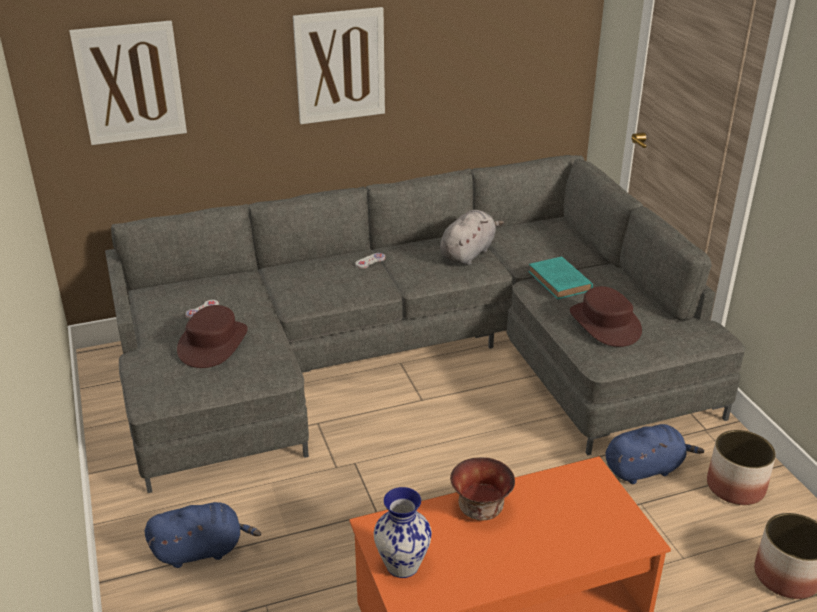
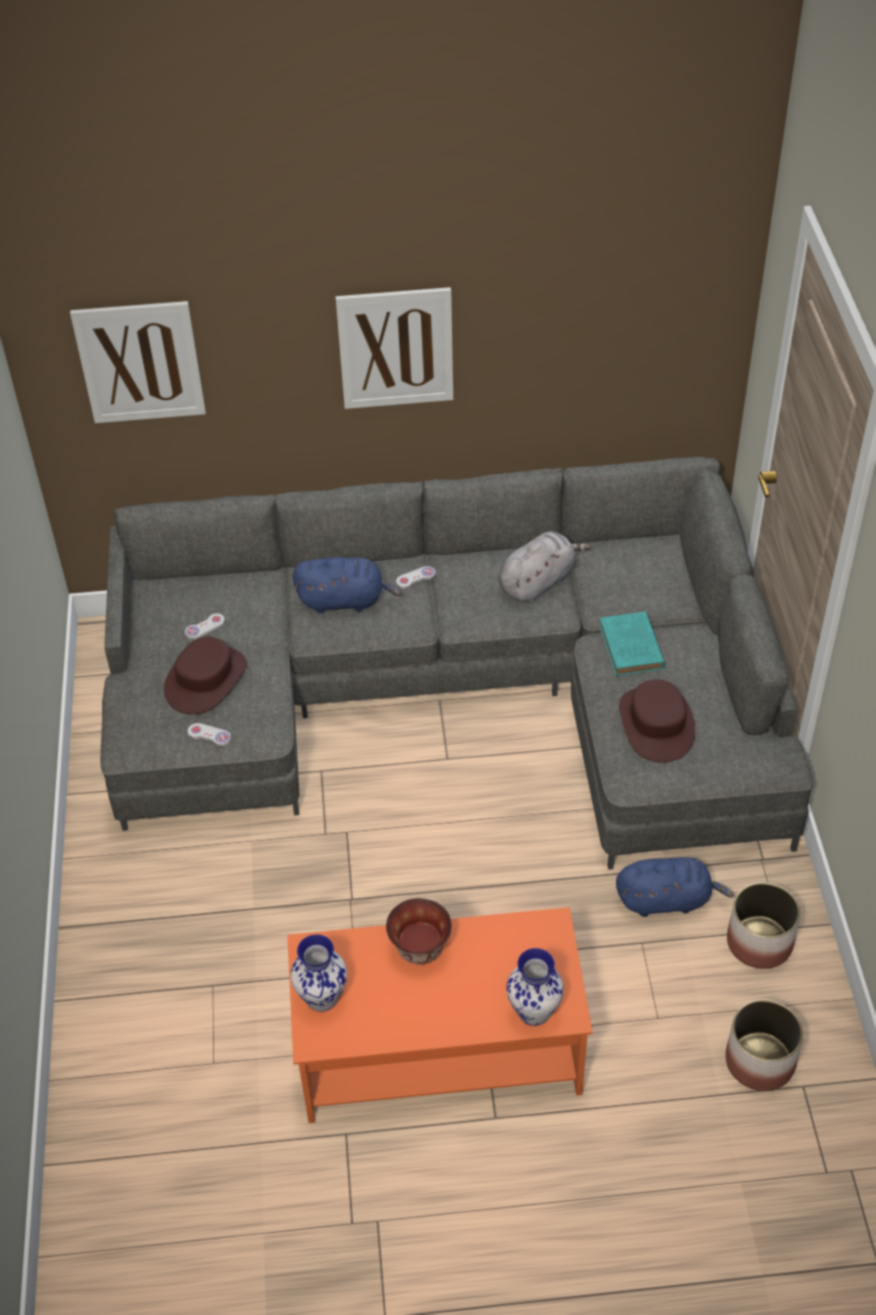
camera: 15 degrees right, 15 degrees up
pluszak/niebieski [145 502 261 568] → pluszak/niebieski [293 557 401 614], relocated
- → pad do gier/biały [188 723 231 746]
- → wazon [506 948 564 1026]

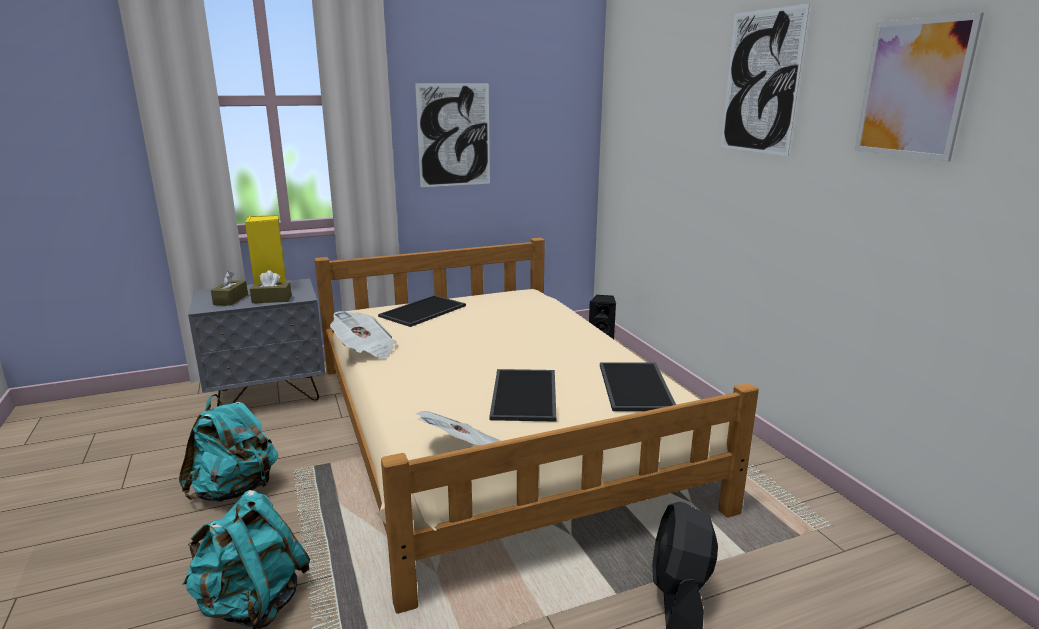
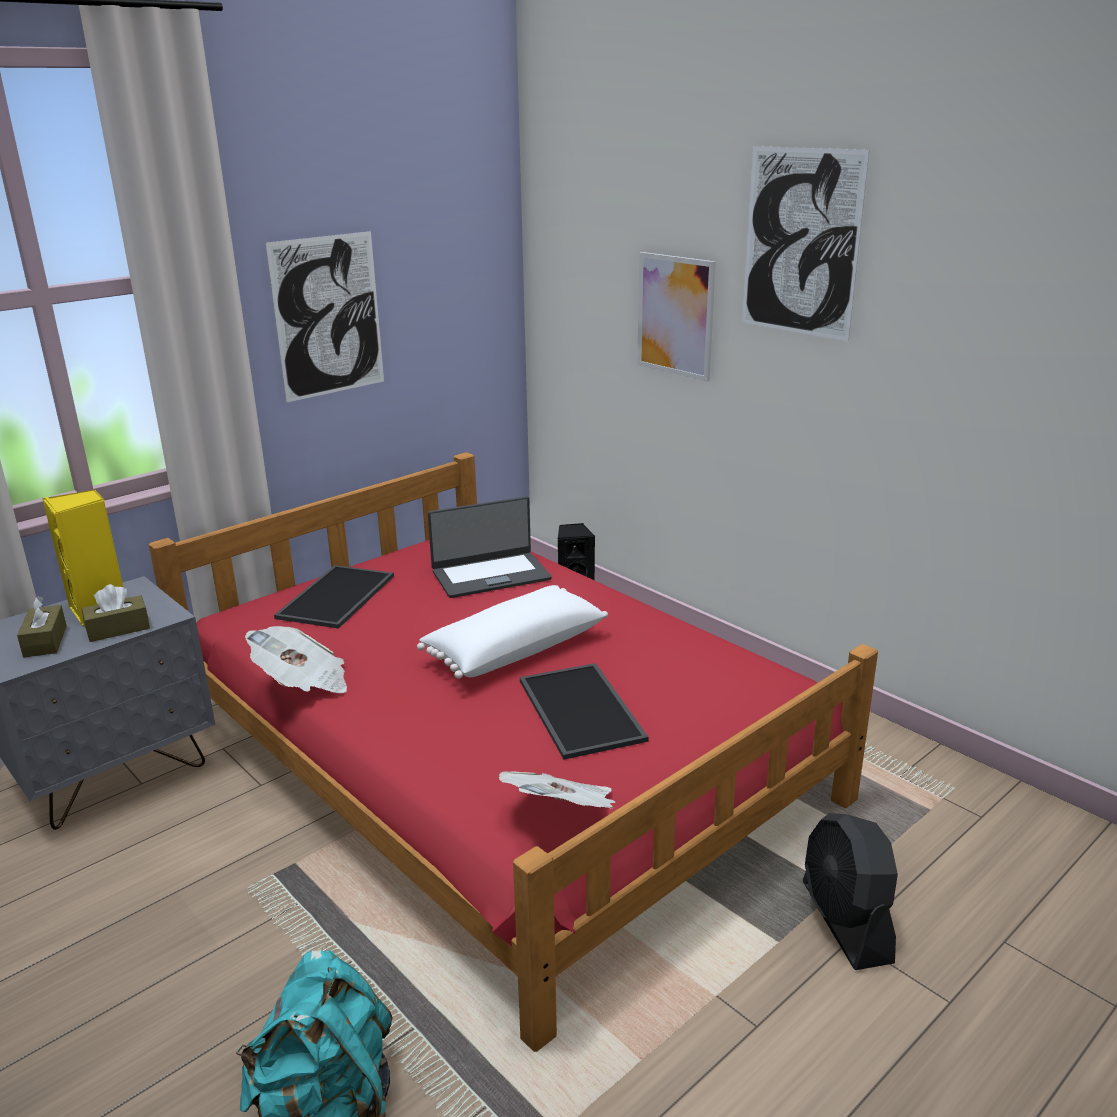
camera: 20 degrees left, 5 degrees up
plecak/turkusowy [179 394 278 502] → -
łóżko/beżowy [315 238 759 614] → łóżko/czerwony [149 452 878 1052]
taca [600 362 676 411] → -
obraz [854 12 984 161] → obraz [637 252 716 382], relocated
- → poduszka/biały [417 585 608 679]
- → laptop [428 496 552 598]

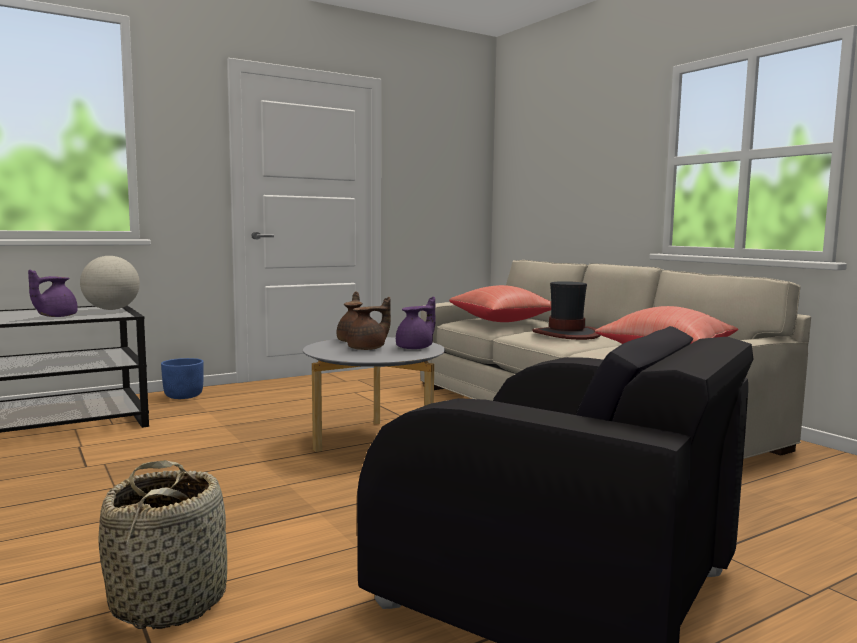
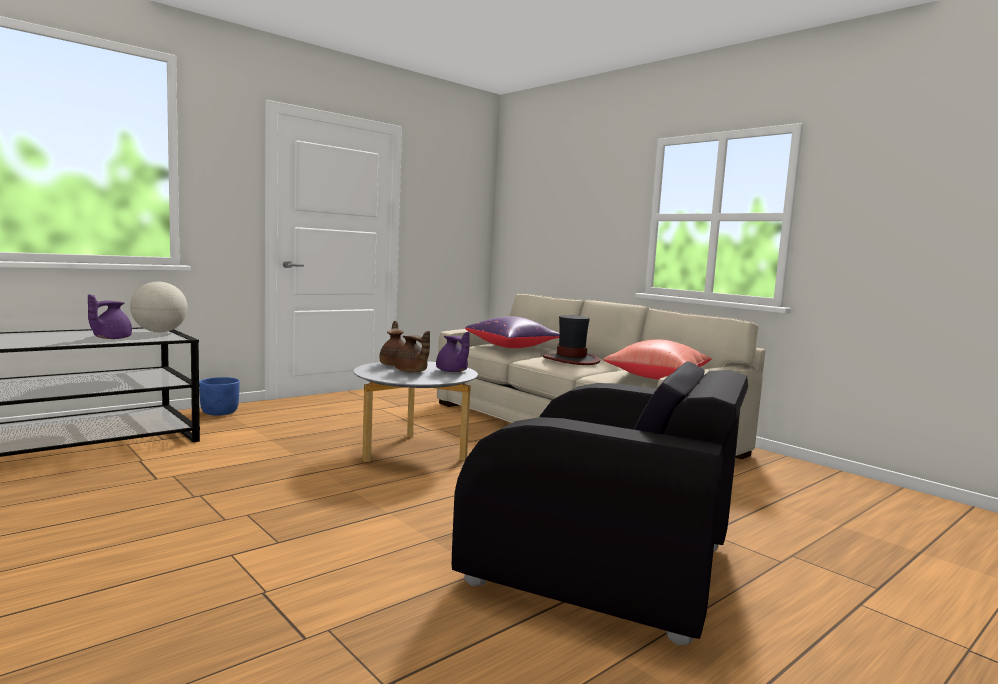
camera: 10 degrees left, 0 degrees up
koszyk [99 460 227 629] → -
imbryk/brązowy [347 297 391 350] → imbryk/brązowy [395 331 430 373], 90 degrees clockwise
imbryk/fioletowy [396 297 436 349] → imbryk/fioletowy [436 331 470 372], 105 degrees clockwise
poduszka/czerwony [449 285 551 322] → poduszka/fioletowy [465 316 559 348]

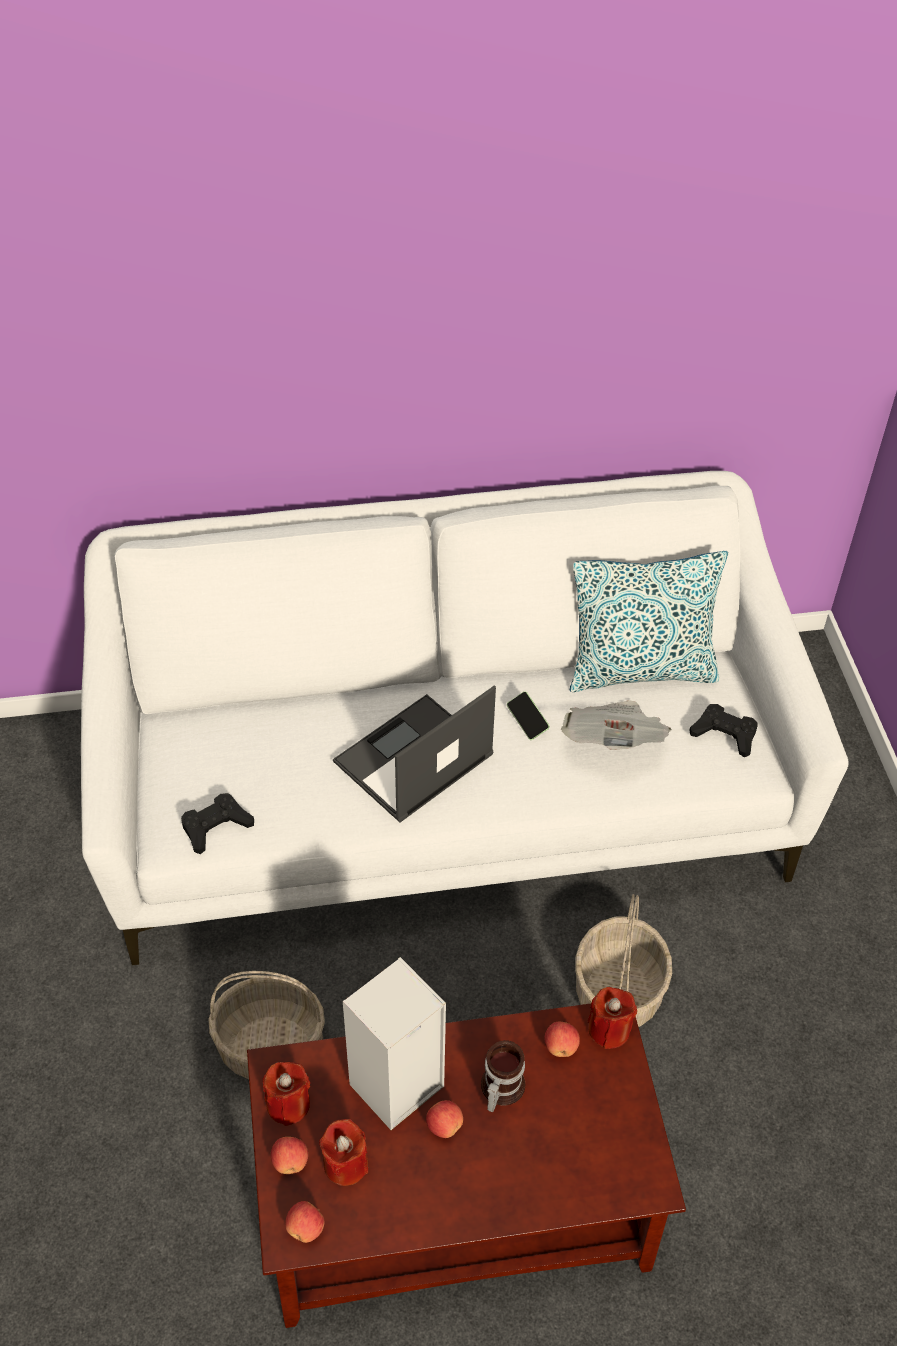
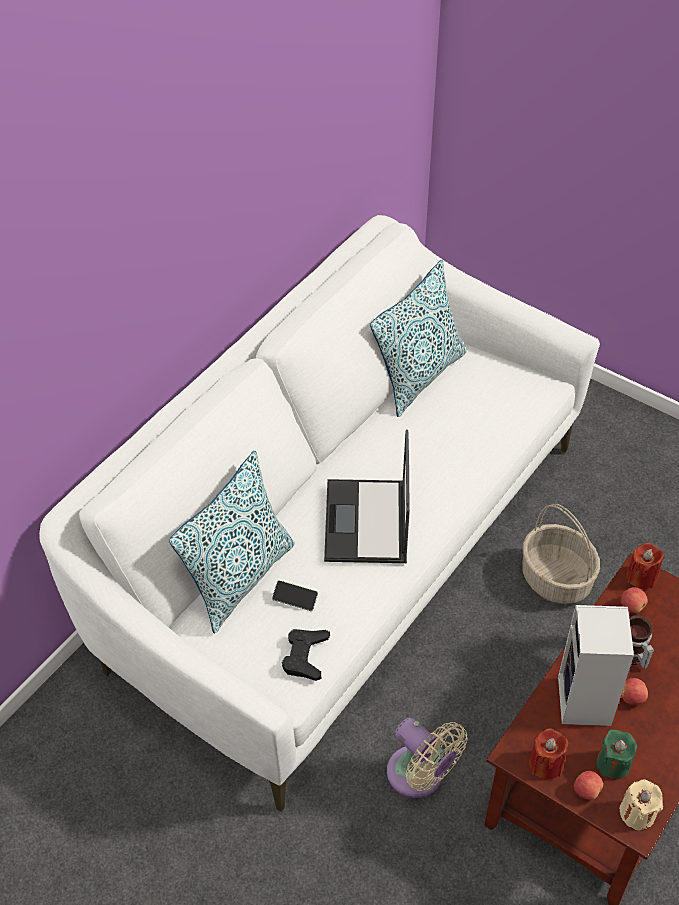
camera: 45 degrees left, 0 degrees up
koszyk [209 971 325 1079] → wentylator/beżowy [387 718 468 798]
jabłko [285 1201 324 1243] → świeca/beżowy [619 779 663 831]
świeca/czerwony [319 1119 368 1186] → świeca/zielony [596 729 637 780]
telefon [507 691 550 740] → telefon [272 580 318 611], relocated
gazeta [561 700 672 750] → -
pad do gier/czarny [689 704 757 758] → -
- → poduszka [169 450 295 633]

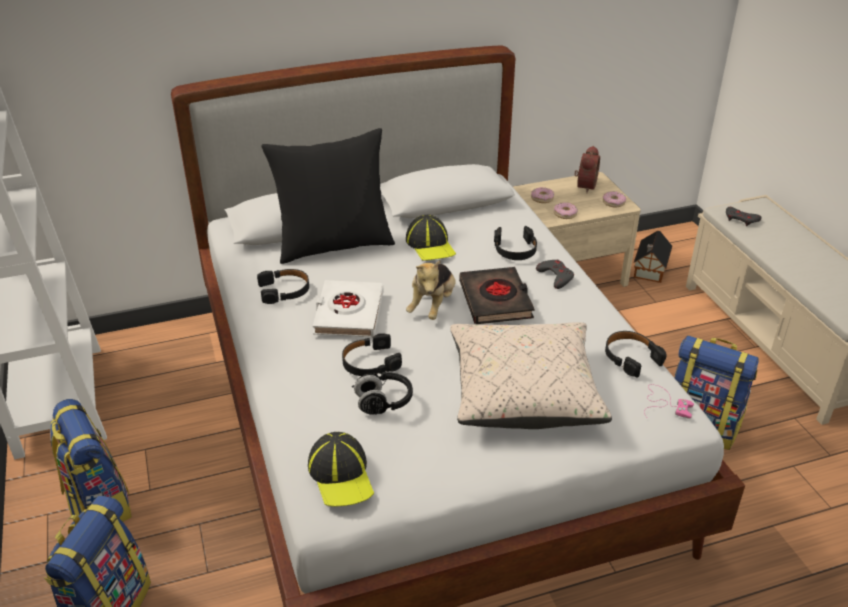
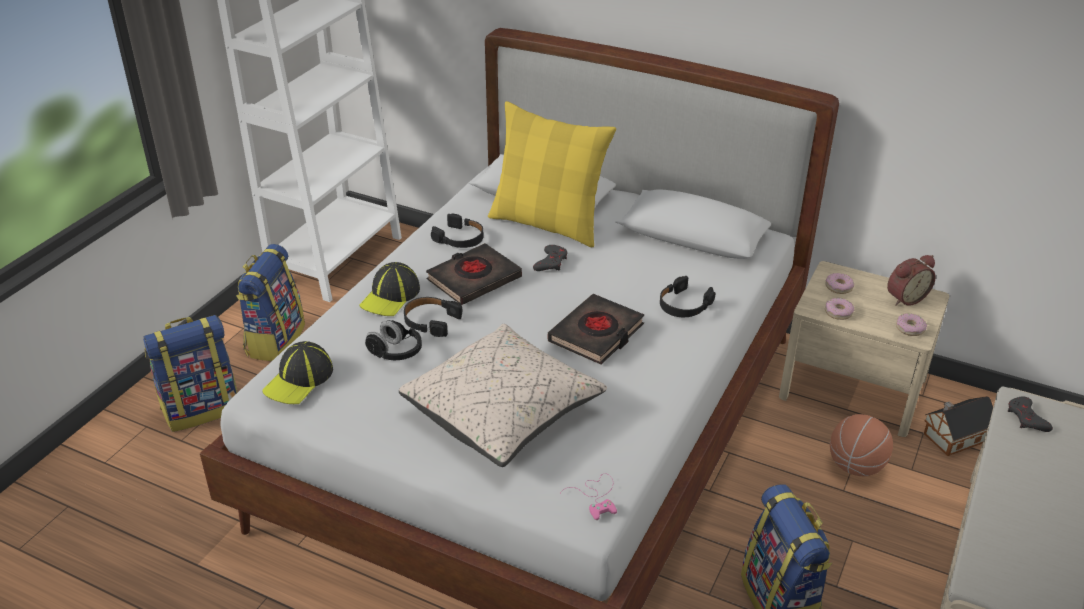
camera: 45 degrees right, 0 degrees up
poduszka/czarny [261 128 395 264] → poduszka/żółty [488 101 616 247]
książka/biały [313 280 383 338] → książka/czarny [426 243 522 305]
czapka z daszkiem [406 215 456 261] → czapka z daszkiem [359 262 420 316], relocated
pluszak [406 260 456 320] → -
pad do gier/szary [536 260 574 289] → pad do gier/szary [533 245 567 271], relocated
słuchawki/czarny [605 331 667 378] → -
- → piłka do koszykówki [830 414 893 476]

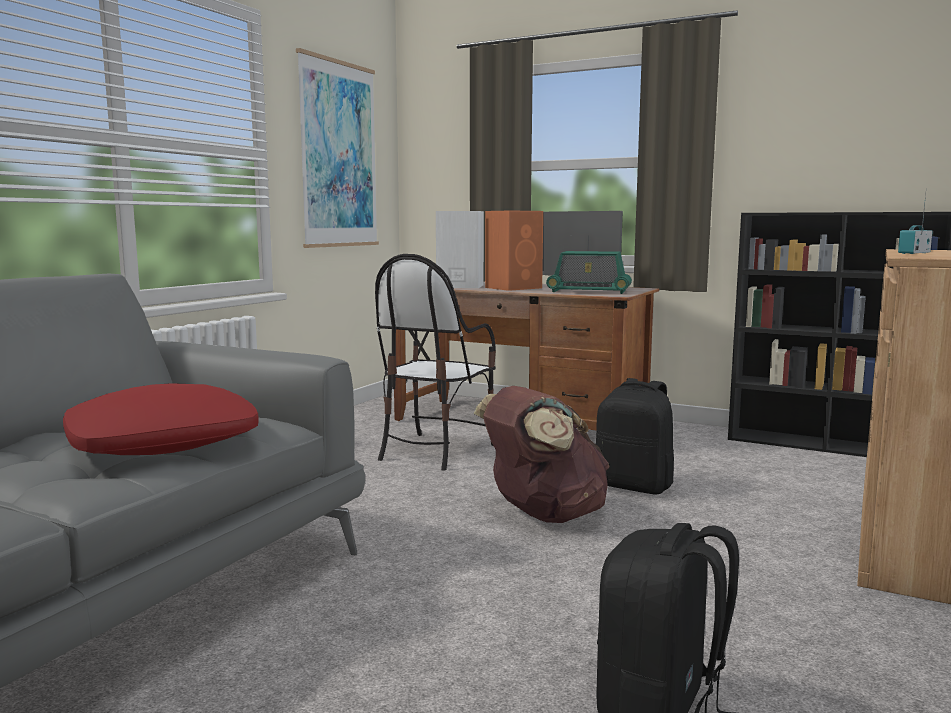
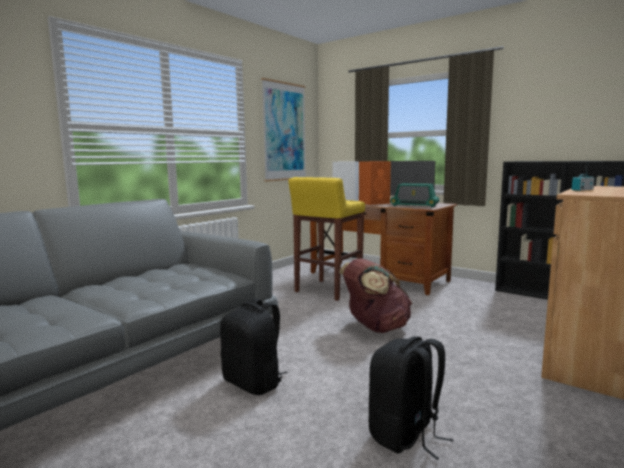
camera: 10 degrees right, 0 degrees up
poduszka/czerwony [63 383 259 455] → -
krzesło [375 254 496 471] → stołek/żółty [288 177 365 301]
plecak/czarny [596 378 674 495] → plecak/czarny [220 298 288 395], relocated

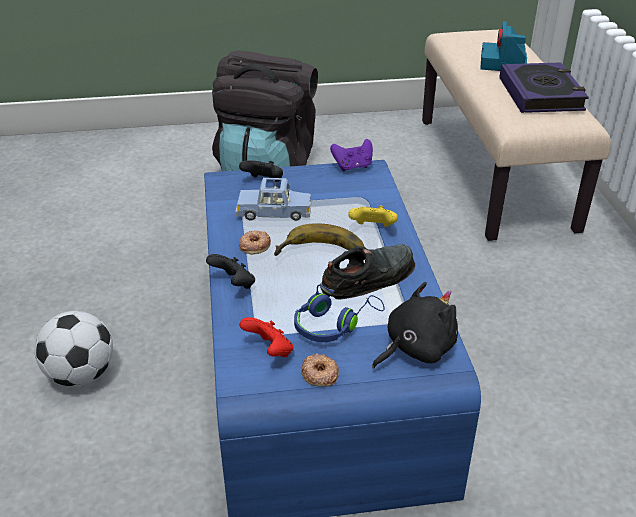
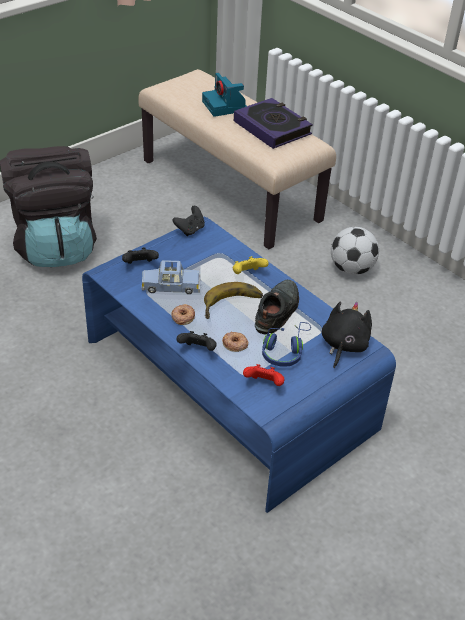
camera: 35 degrees left, 5 degrees up
piłka futbolowa [35 311 113 386] → piłka futbolowa [331 227 379 275], relocated
samochodzik/niebieski [235 178 311 221] → samochodzik/niebieski [142 260 201 294], 150 degrees counterclockwise
donut [301 353 339 387] → donut [222 331 249 352], relocated
pad do gier/fioletowy [330 139 373 172] → pad do gier/czarny [173 206 205 236]

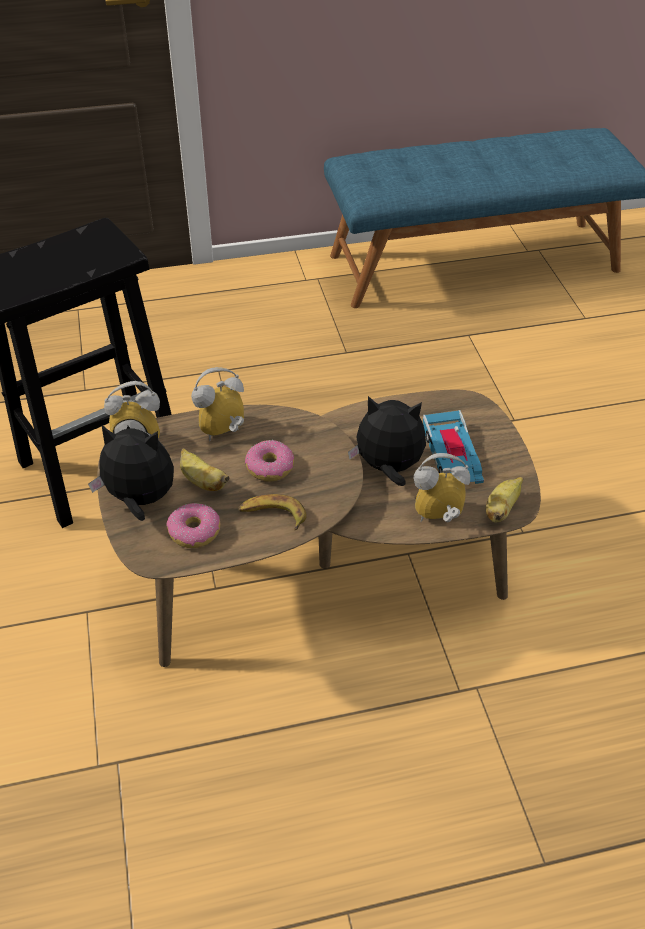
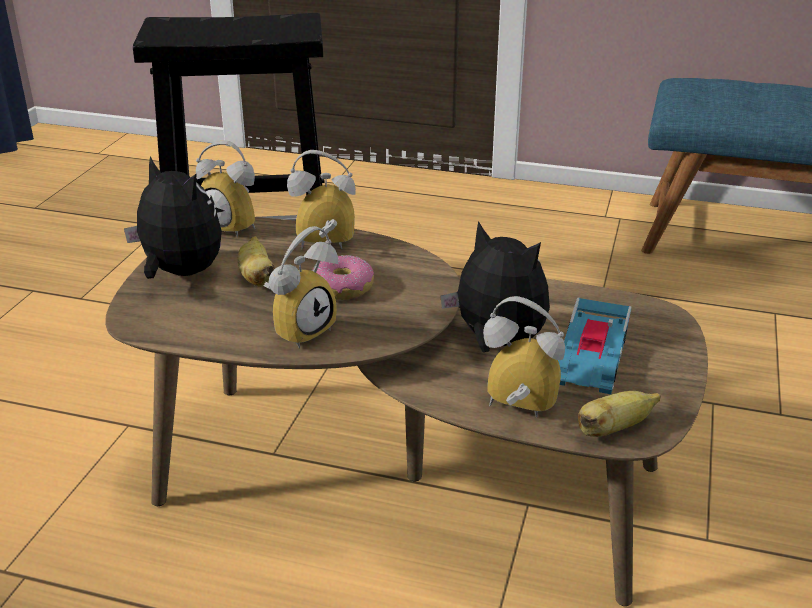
camera: 30 degrees right, 15 degrees down
donut [166 503 220 548] → -
banan [239 494 307 530] → budzik [264 226 338 349]

